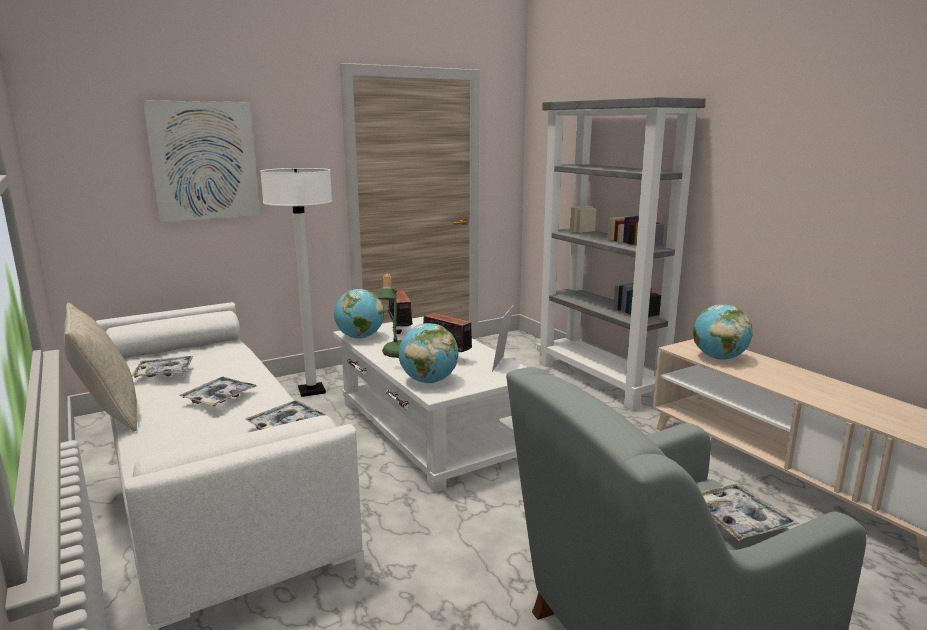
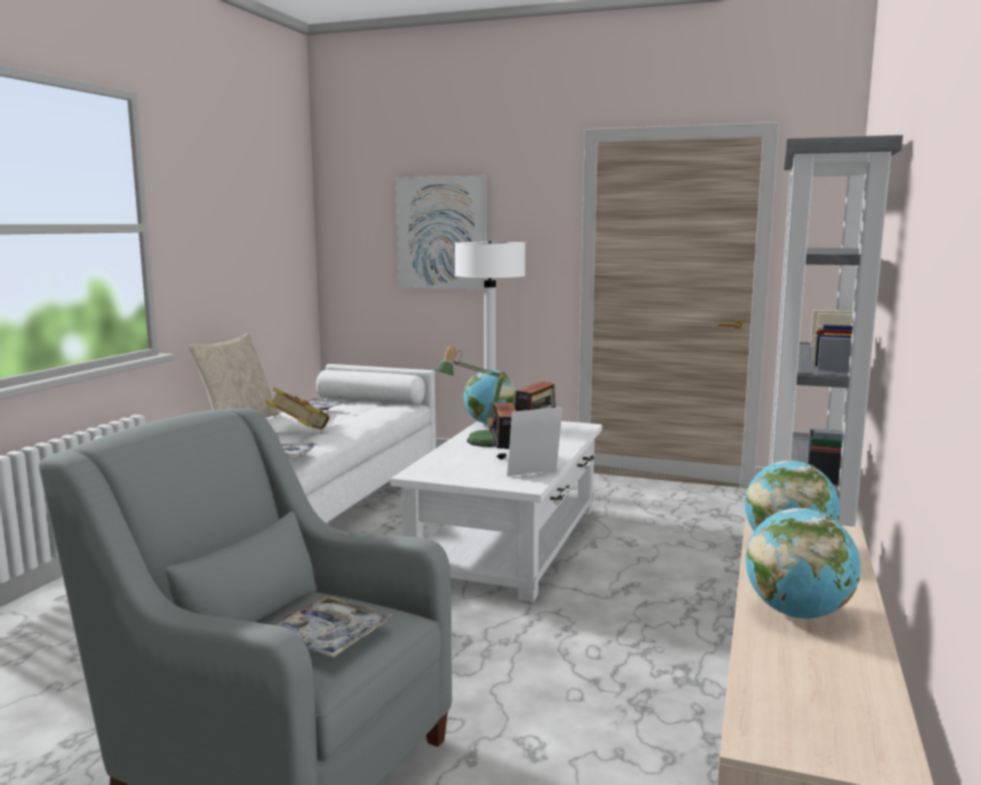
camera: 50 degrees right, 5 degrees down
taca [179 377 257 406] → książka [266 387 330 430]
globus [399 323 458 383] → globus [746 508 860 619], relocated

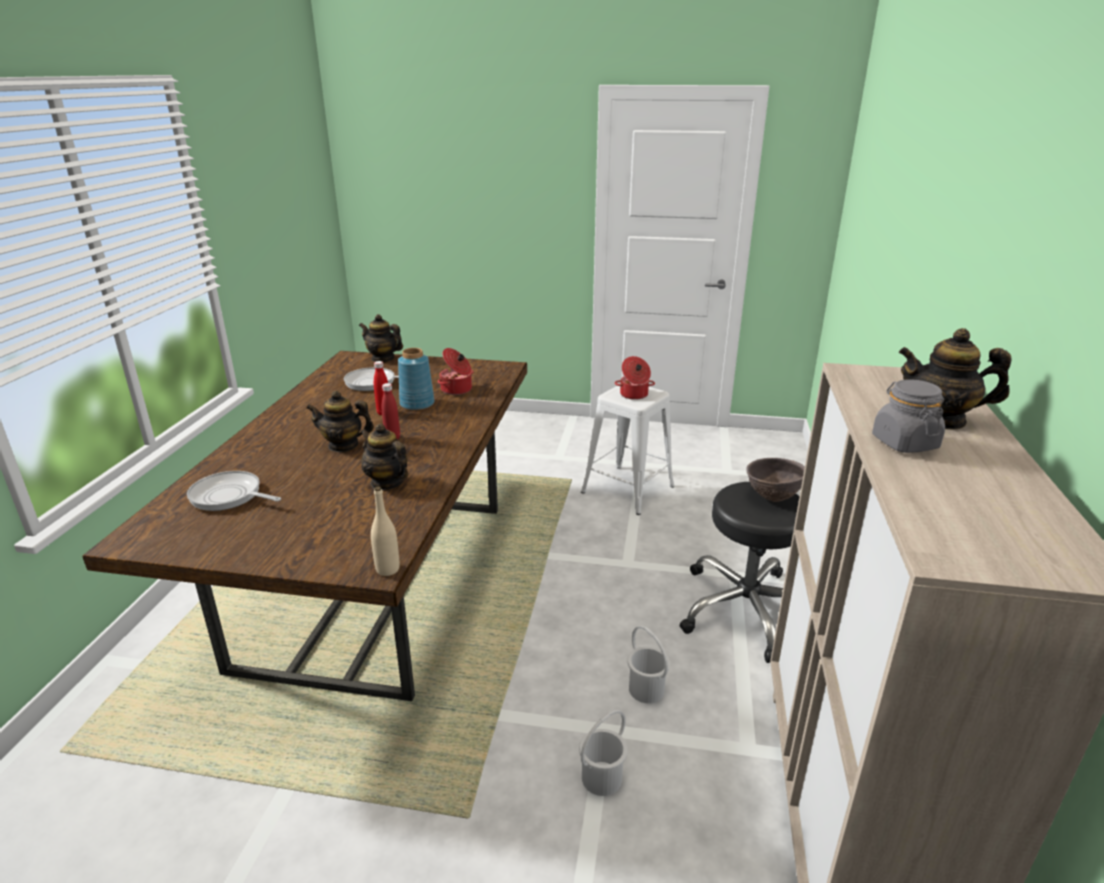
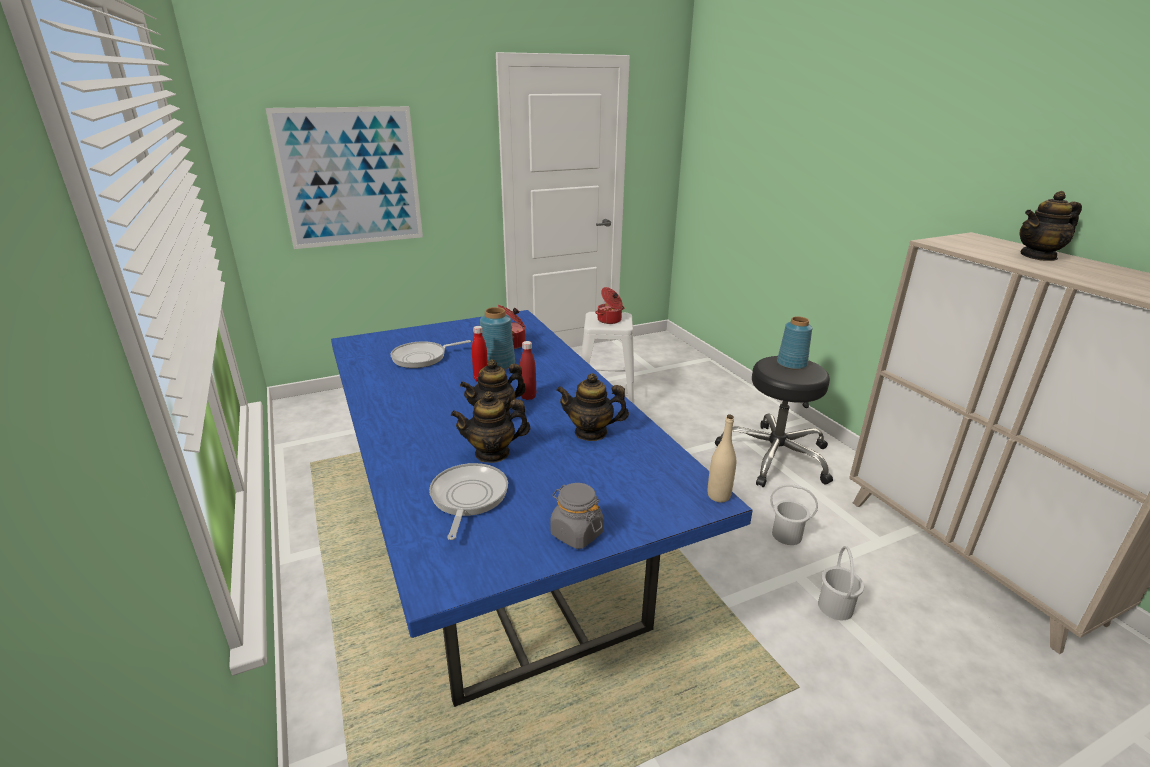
camera: 35 degrees left, 0 degrees up
stół jadalny/brązowy [82 351 527 701] → stół jadalny/niebieski [331 310 753 707]
patelnia [187 471 281 511] → patelnia [429 463 508 540], 105 degrees clockwise
imbryk [359 314 403 362] → imbryk [451 391 530 463], relocated
miska/brązowy [746 458 805 502] → wazon/niebieski [777 316 812 370]
słoik/szary [872 379 945 453] → słoik/szary [551 483 604 549], relocated
- → obraz [266 106 423 249]

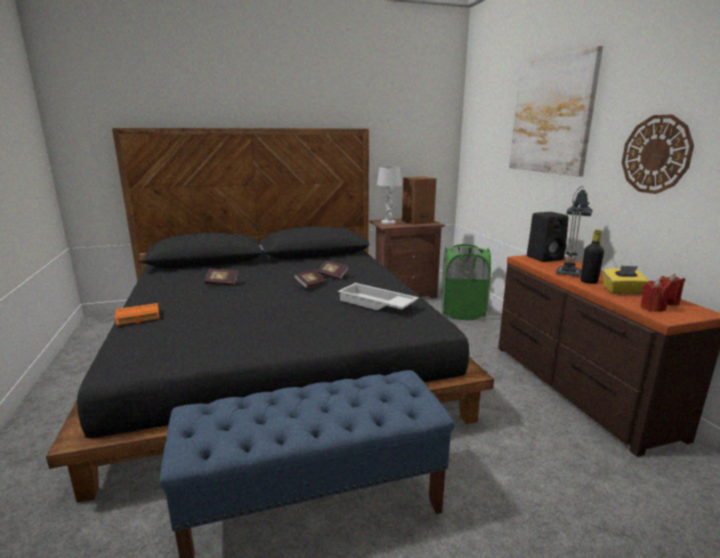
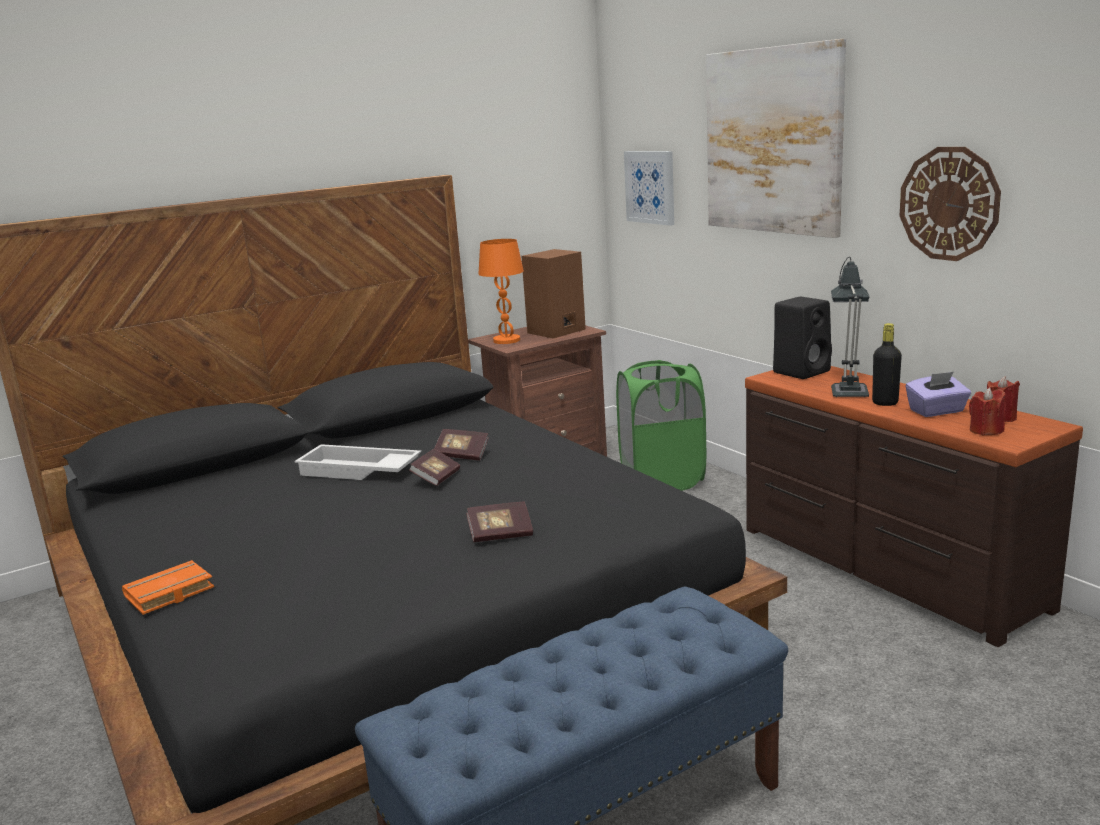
camera: 15 degrees left, 0 degrees up
książka [205 268 238 286] → książka [466 501 533 542], relocated
taca/biały [338 283 419 310] → taca/biały [294 444 421 480], relocated
lampa stołowa/biały [377 167 402 224] → lampa stołowa/pomarańczowy [478 239 524 344]
pudełko chusteczek/żółty [602 266 649 294] → pudełko chusteczek/fioletowy [906 372 971 417]
- → obraz [624 151 674 226]

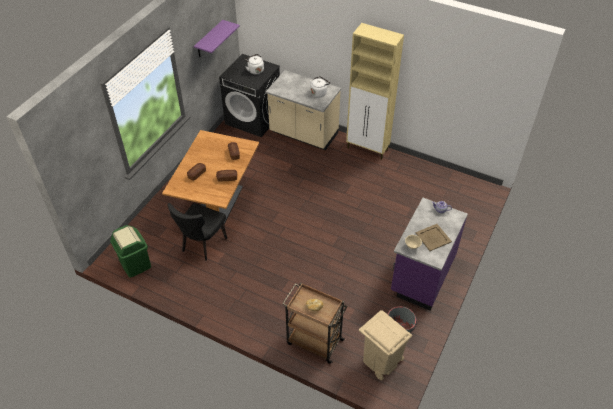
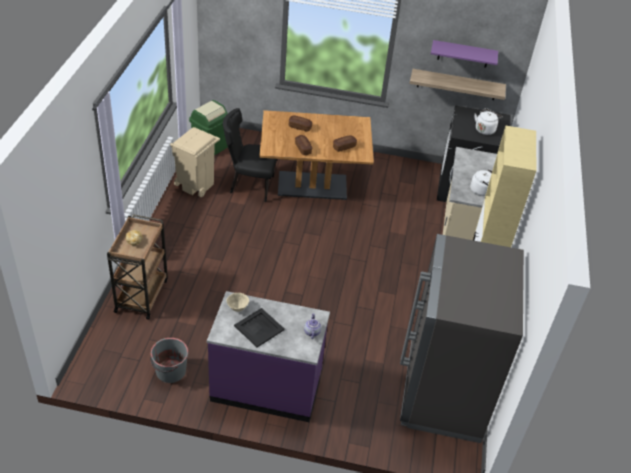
camera: 70 degrees right, 5 degrees down
kosz na śmieci/beżowy [359 310 412 380] → kosz na śmieci/beżowy [170 127 220 197], relocated
taca/beżowy [416 224 452 251] → taca/czarny [234 308 285 348]
- → lodówka/szary [400 234 524 443]
- → półka [409 69 506 100]

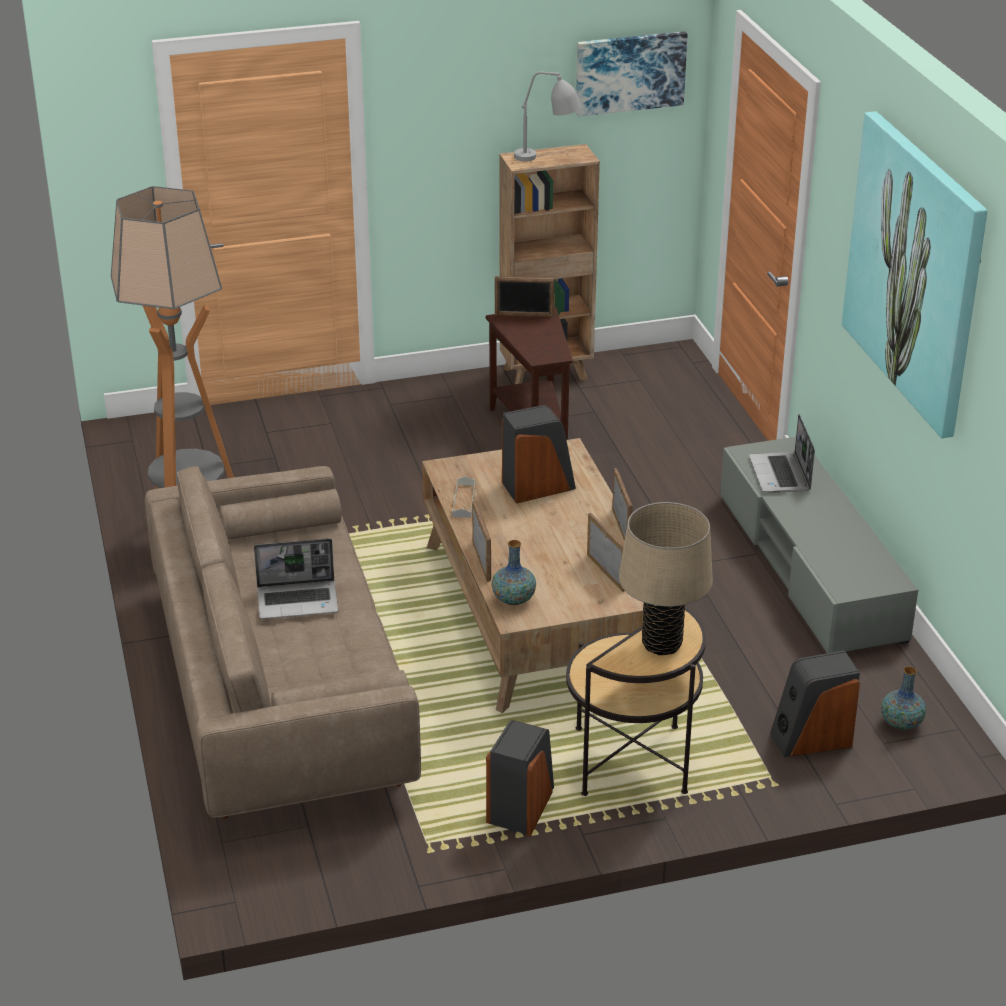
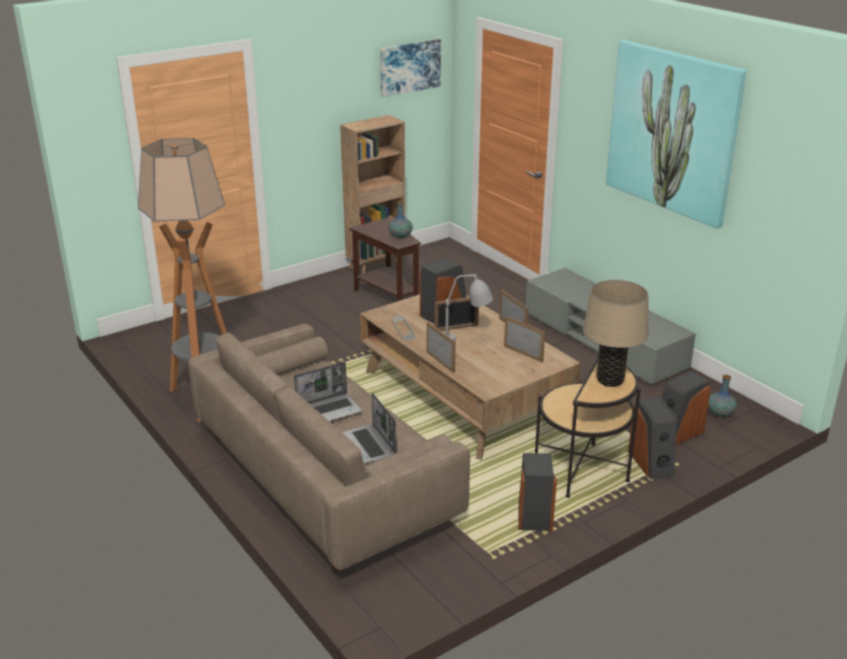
camera: 20 degrees left, 5 degrees down
wazon [491 540 536 605] → wazon [388 201 413 239], relocated
ramka na zdjęcie [495 277 554 317] → ramka na zdjęcie [434 297 479 331], relocated
lampa stołowa/szary [514 72 581 161] → lampa stołowa/szary [444 274 493 341], relocated
laptop [749 414 815 493] → laptop [342 392 396 464], relocated
- → głośnik [628 397 677 480]

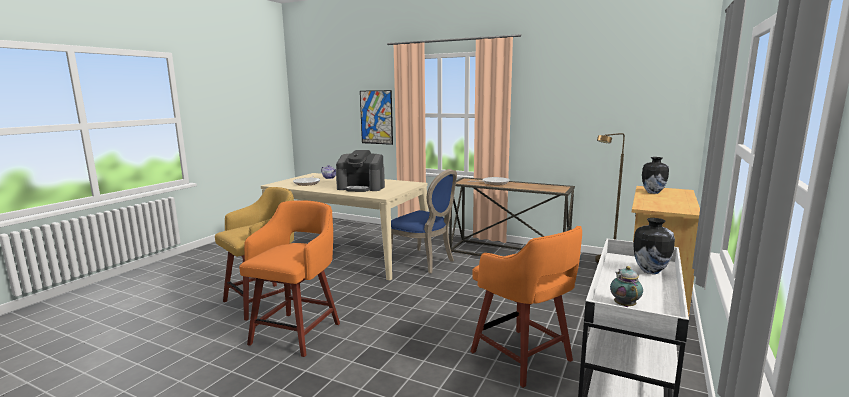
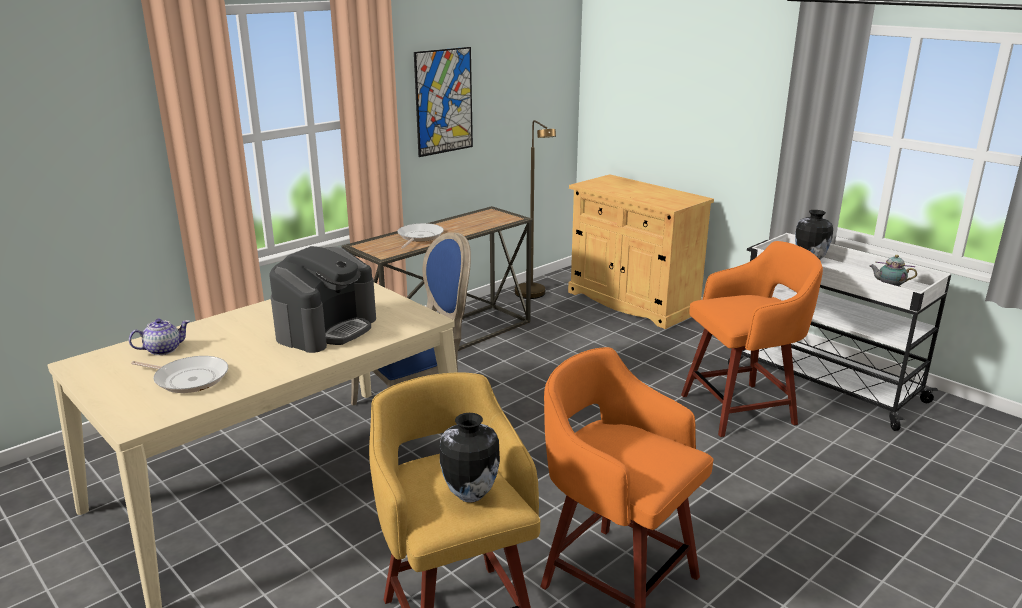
camera: 70 degrees left, 10 degrees up
obraz [360 90 393 145] → obraz [414 47 473 157], relocated
wazon [642 157 669 194] → wazon [440 413 500 503], relocated

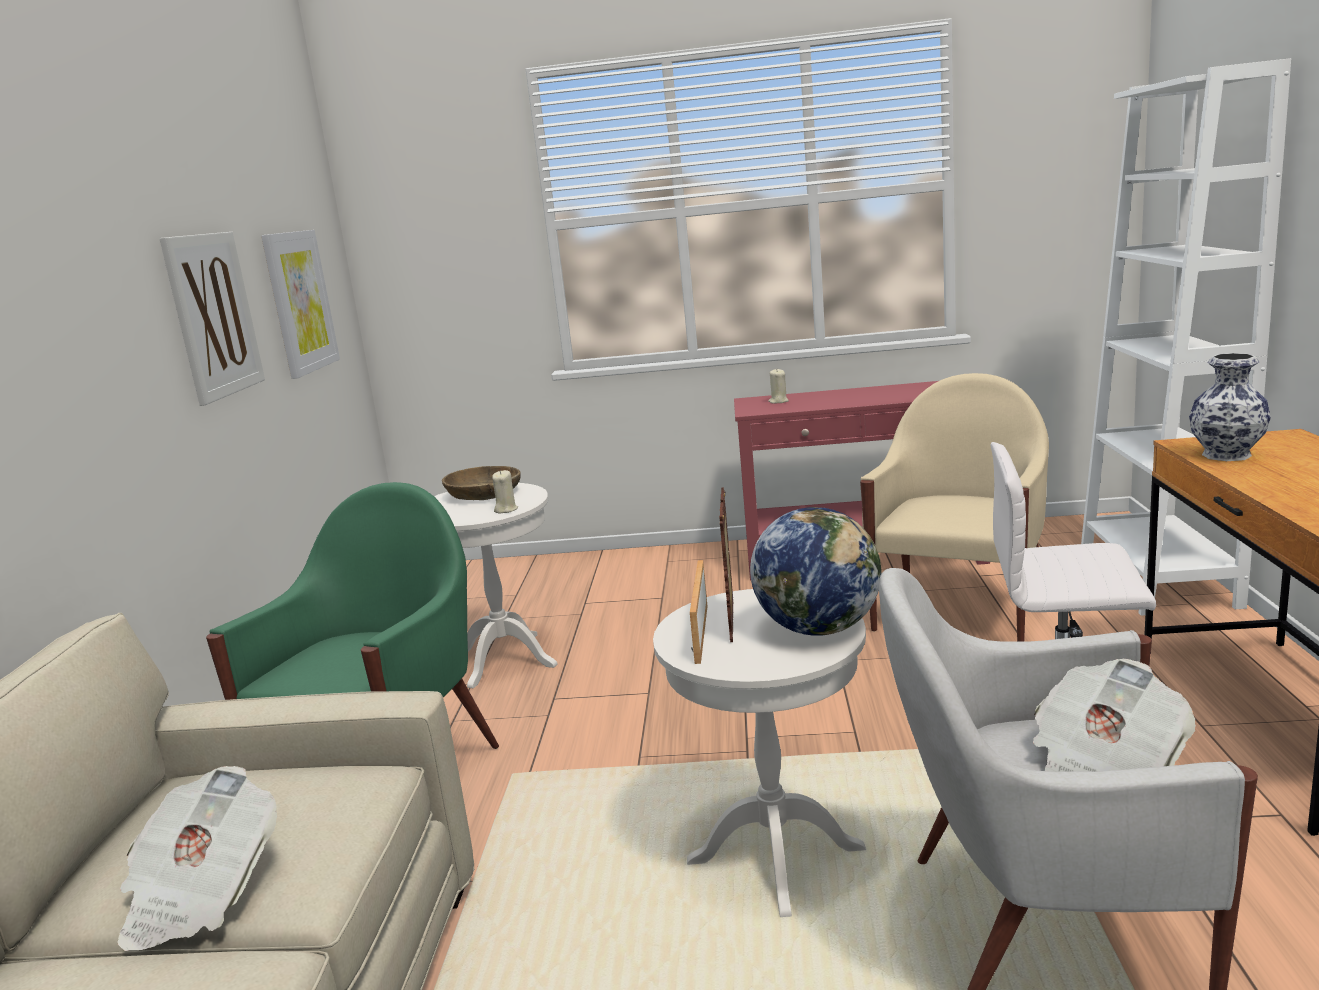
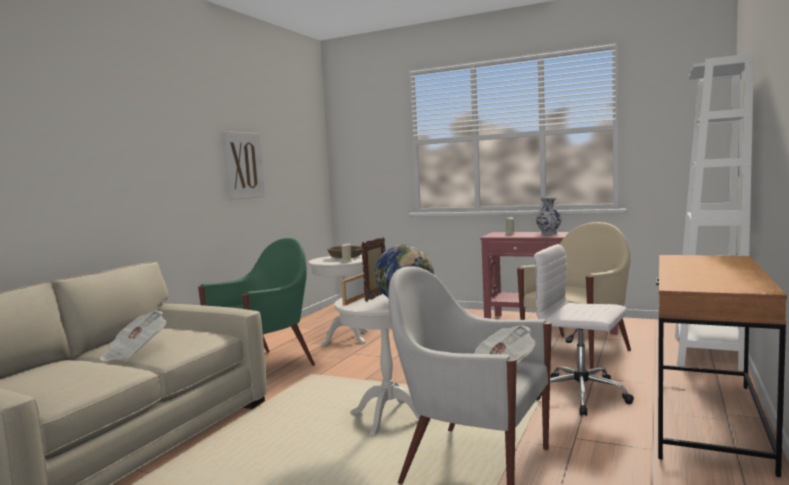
camera: 20 degrees right, 10 degrees down
obraz [261 230 340 379] → -
wazon [1189 353 1271 461] → wazon [536 197 562 234], relocated

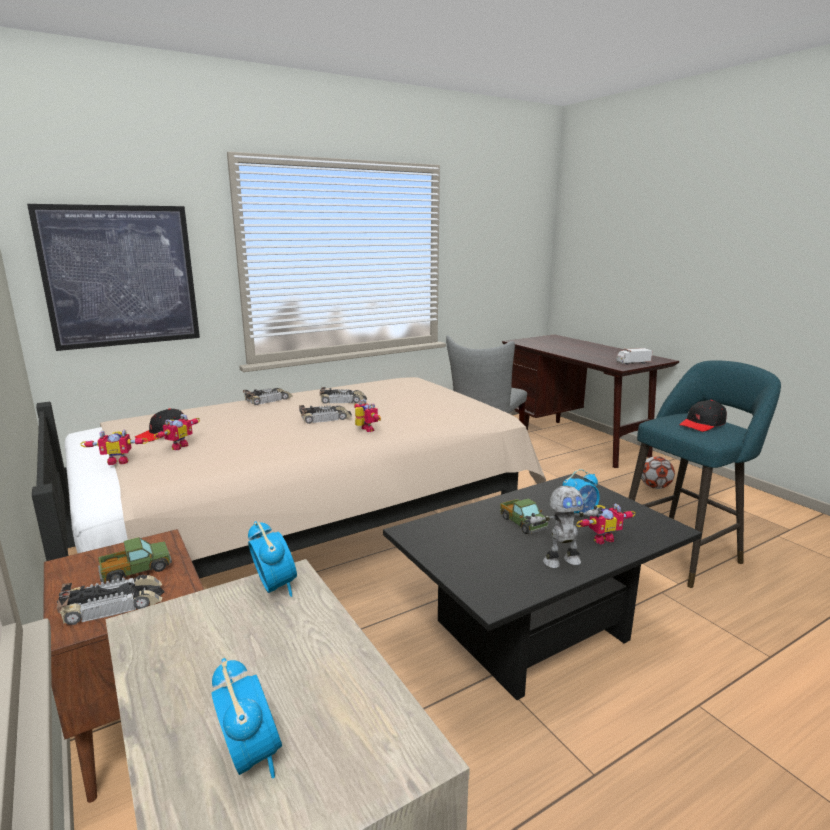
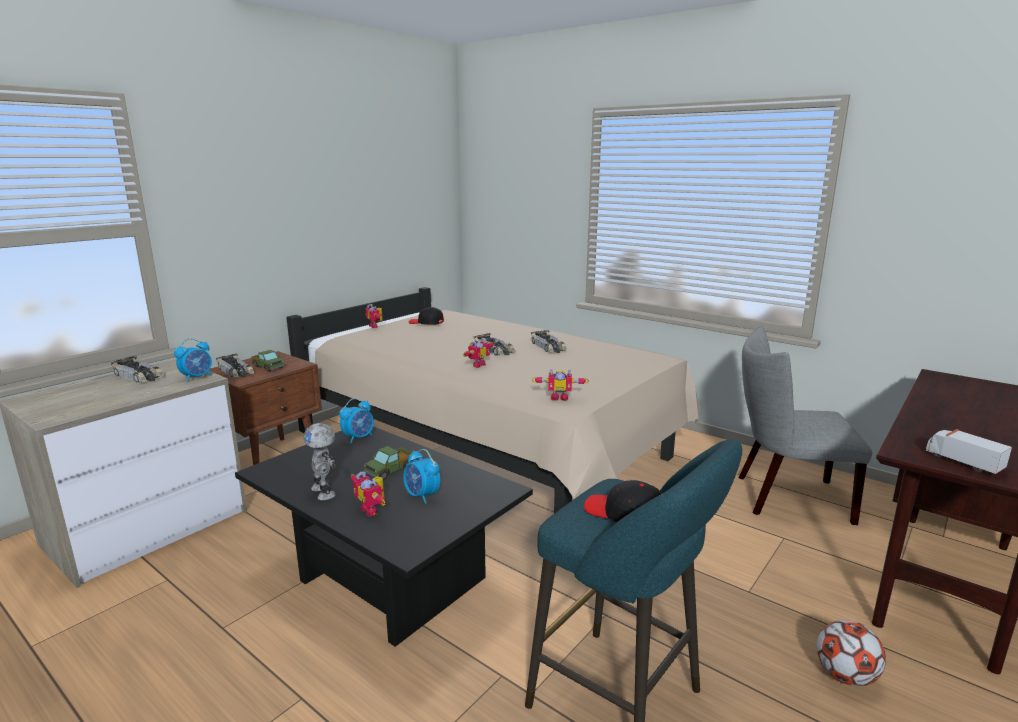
camera: 70 degrees right, 0 degrees up
obraz [27 204 200 351] → -
robot zabawkowy [153 414 200 450] → robot zabawkowy [532 369 589 401], relocated
budzik [211 658 282 778] → budzik [339 398 374 443], relocated
samochodzik [243 388 293 405] → samochodzik [111 356 165 382], relocated

